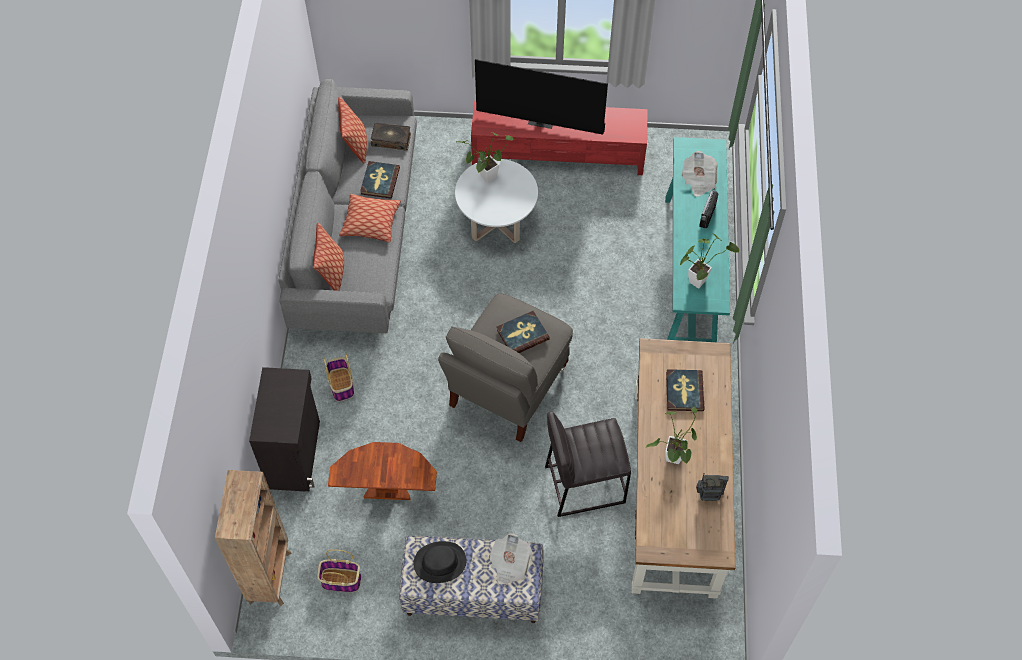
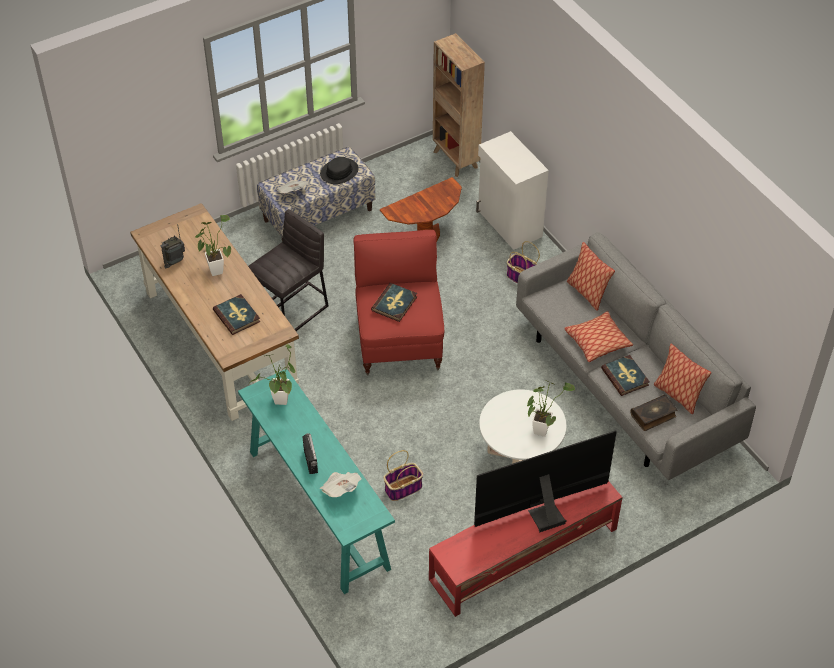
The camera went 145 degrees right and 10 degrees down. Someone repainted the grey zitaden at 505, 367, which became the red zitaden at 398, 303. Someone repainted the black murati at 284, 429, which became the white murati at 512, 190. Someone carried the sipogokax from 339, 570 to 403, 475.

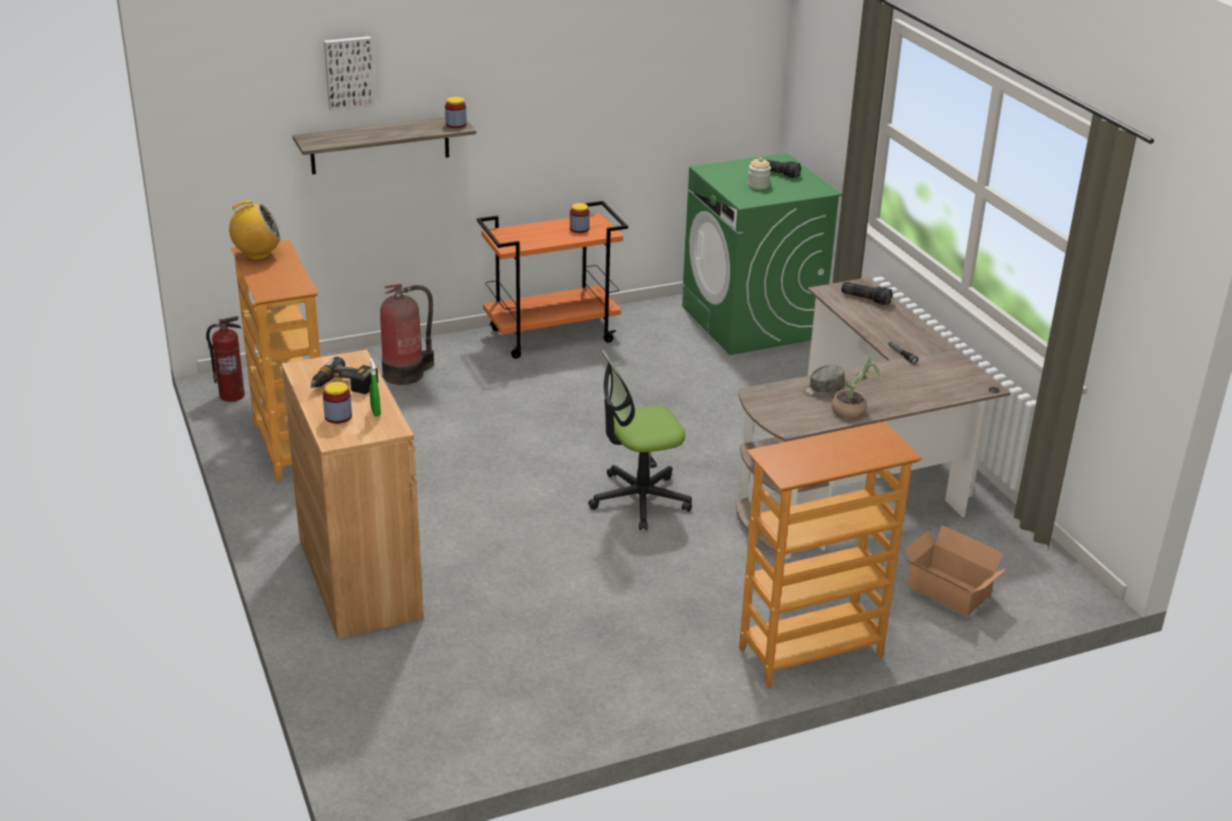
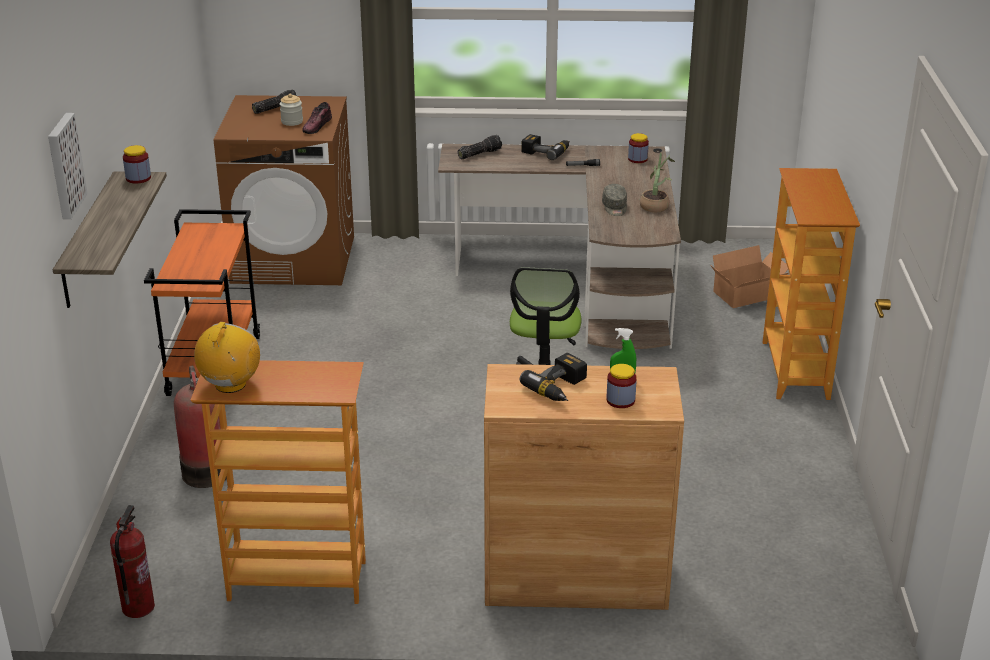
The camera went 65 degrees left and 0 degrees up. Someone repainted the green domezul at 762, 254, which became the brown domezul at 284, 190. Someone carried the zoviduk from 580, 218 to 638, 148. Someone put down the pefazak at 317, 118. Someone put down the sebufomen at 545, 147.

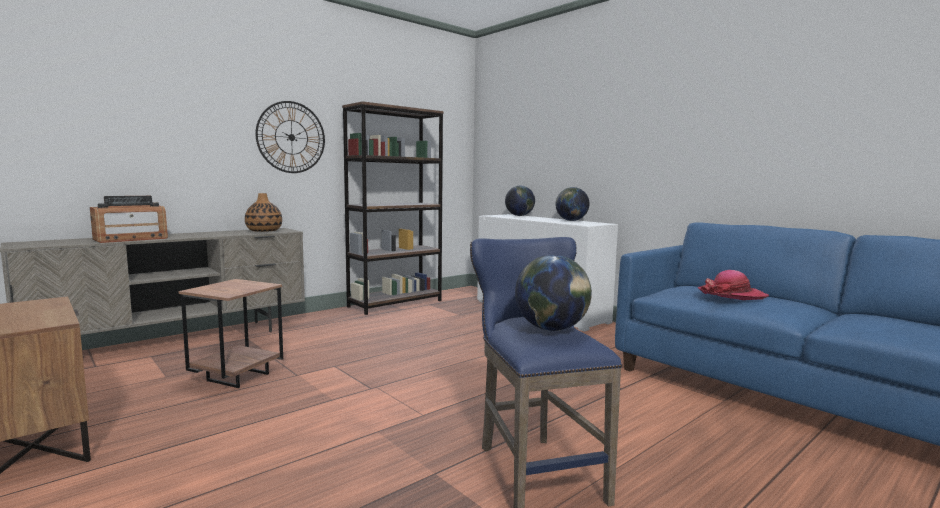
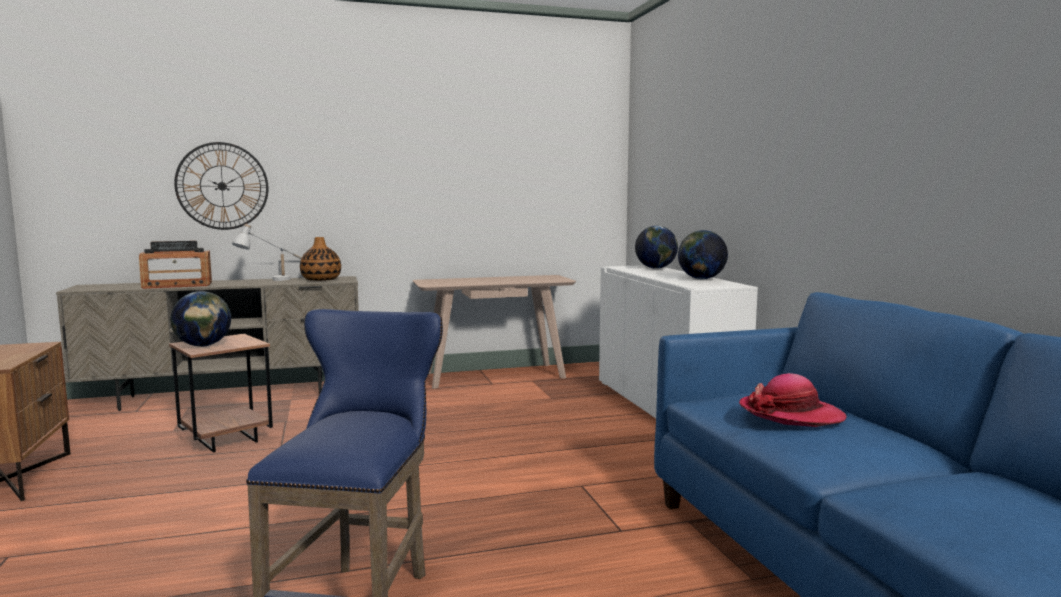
The camera went 25 degrees right and 0 degrees up. Someone carried the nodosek from 290, 137 to 221, 186. Someone swapped the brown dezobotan at 393, 208 for the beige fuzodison at 494, 332. Someone carried the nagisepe from 553, 293 to 200, 319. Someone put down the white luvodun at 267, 252.

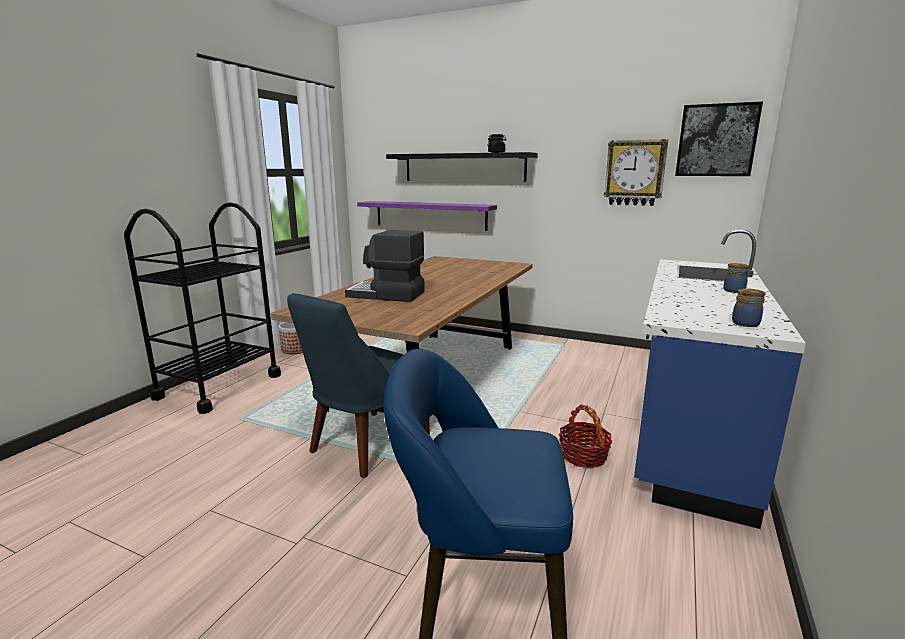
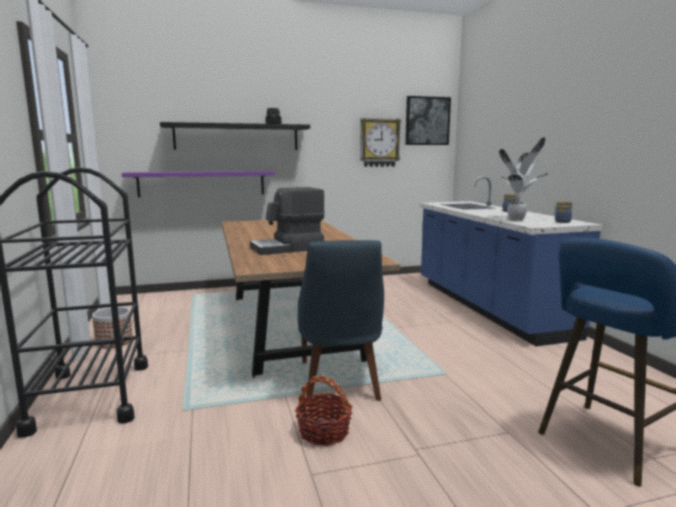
The camera went 40 degrees left and 5 degrees down. Someone carried the sipogokax from 585, 436 to 324, 411. Someone put down the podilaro at 524, 179.

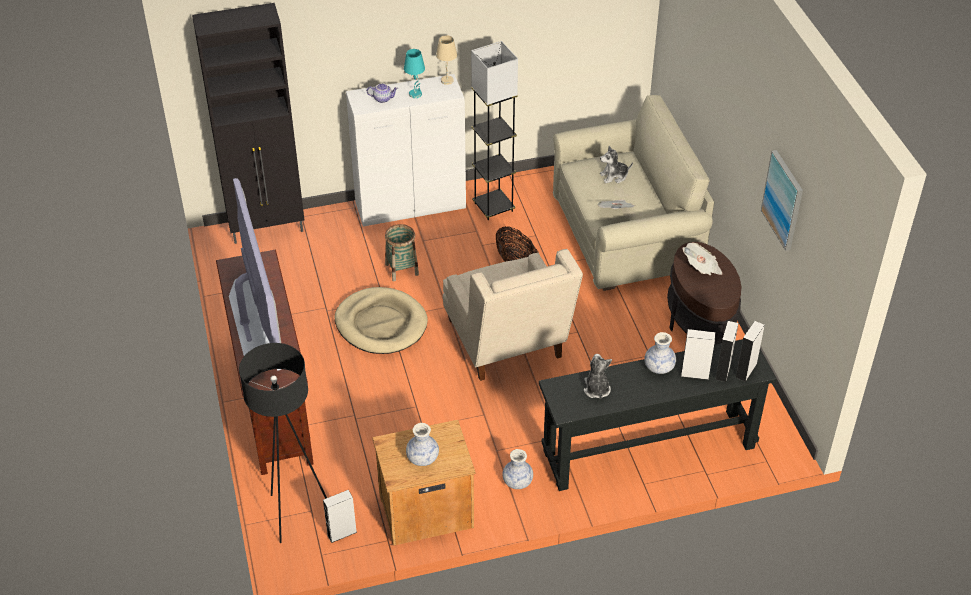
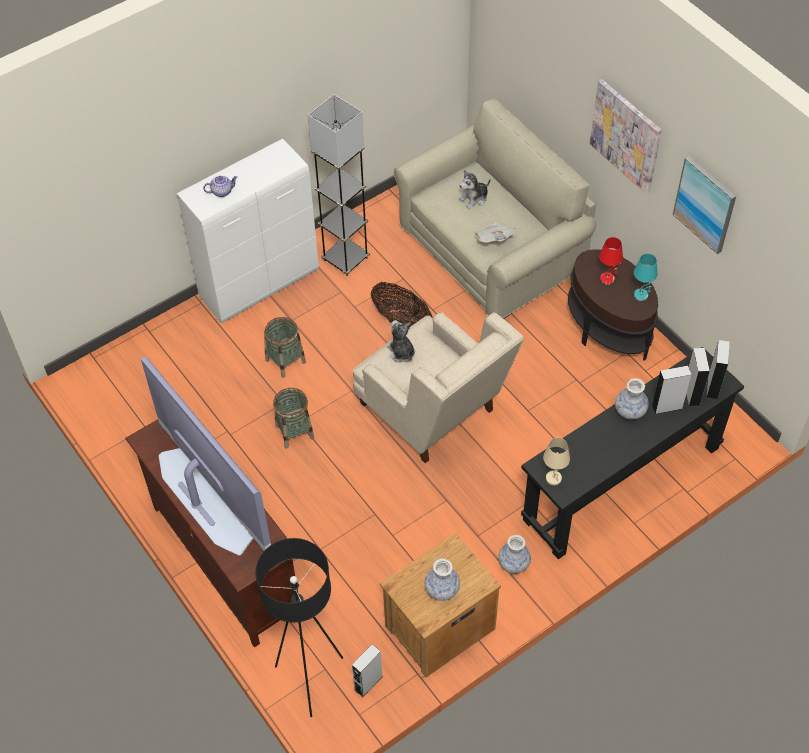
The camera went 20 degrees left and 10 degrees up. Someone took away the black murati at 248, 123. Someone carried the beige luvodun from 446, 60 to 556, 461. Someone carried the turquoise luvodun from 414, 73 to 645, 277. Someone swapped the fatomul at 702, 259 for the red luvodun at 611, 261. Someone swapped the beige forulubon at 381, 320 for the sipogokax at 293, 418. Someone carried the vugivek from 598, 376 to 401, 341. Someone put up the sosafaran at 626, 136.

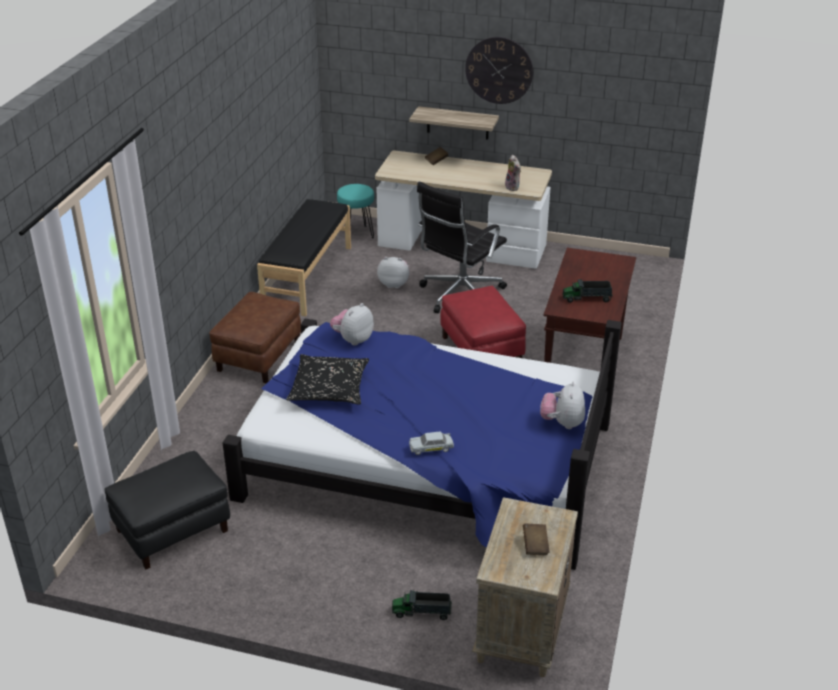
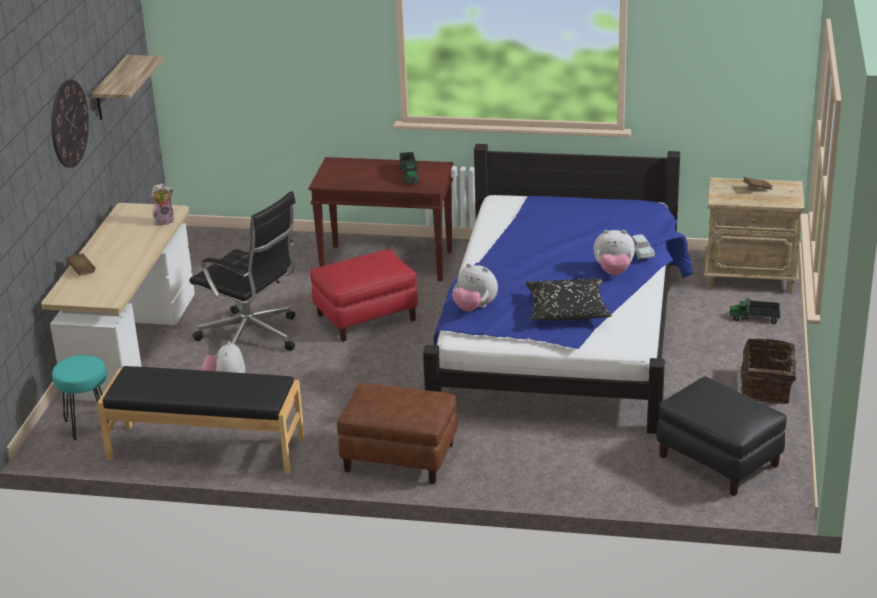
The camera went 95 degrees left and 5 degrees down. Someone carried the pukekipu from 454, 123 to 127, 87. Someone carried the vugivek from 562, 405 to 614, 252. Someone rotated the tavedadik at 422, 605 by 105 degrees clockwise. Someone put down the sipogokax at 774, 371.

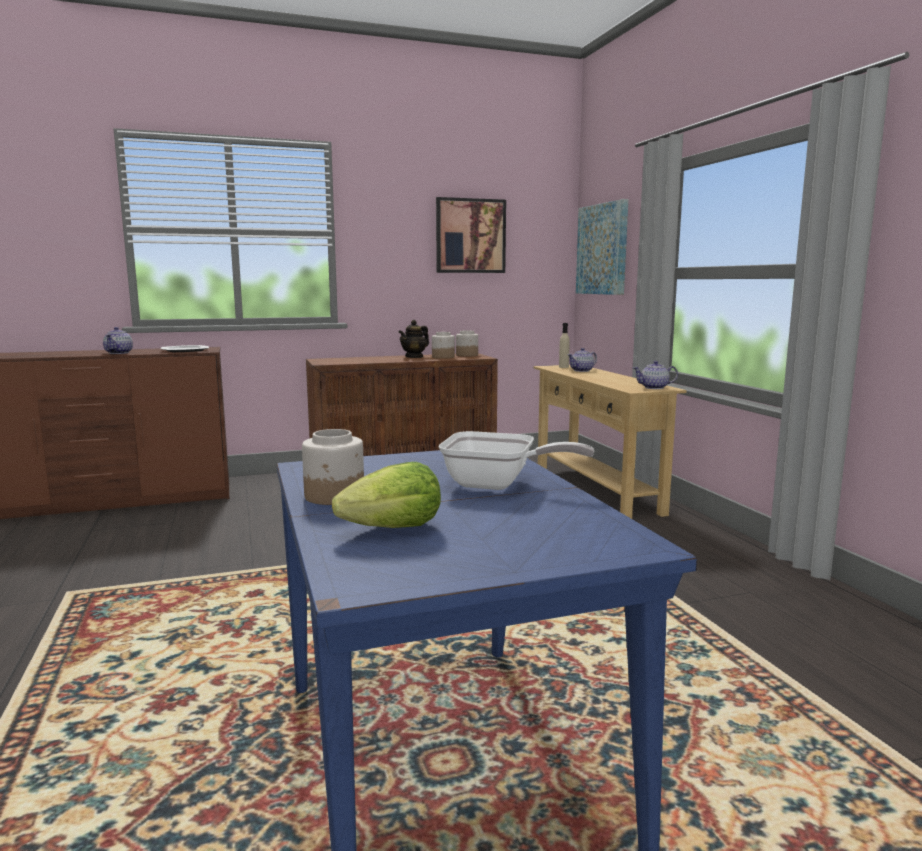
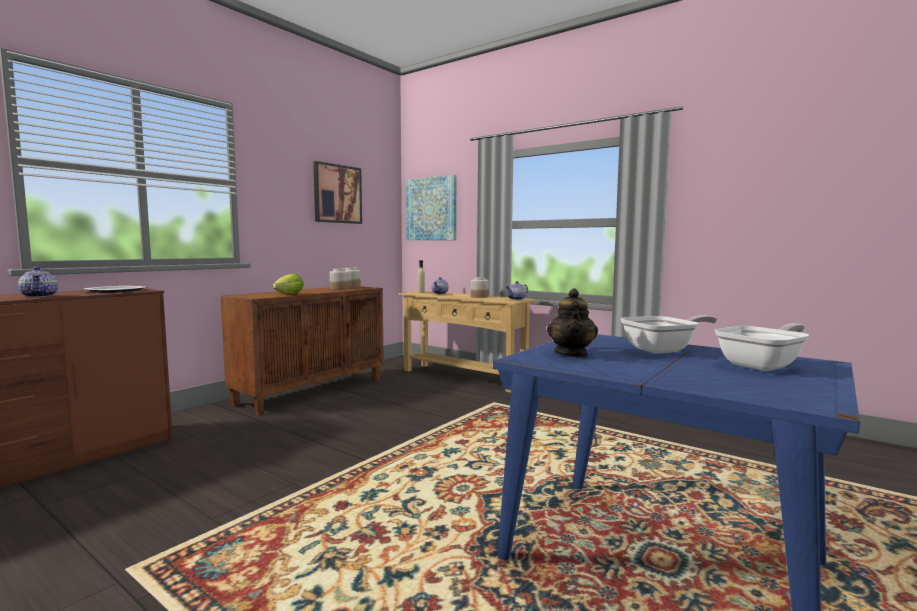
The camera went 35 degrees left and 5 degrees down. Someone carried the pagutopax from 414, 339 to 572, 323. Someone carried the zoviduk from 333, 467 to 480, 287. Someone carried the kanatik from 386, 495 to 288, 284. Someone put down the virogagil at 762, 347.

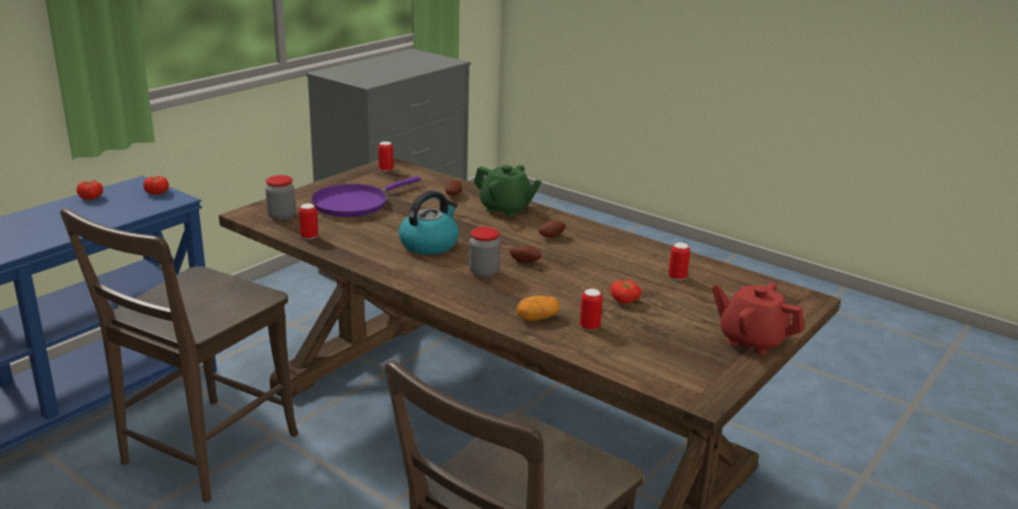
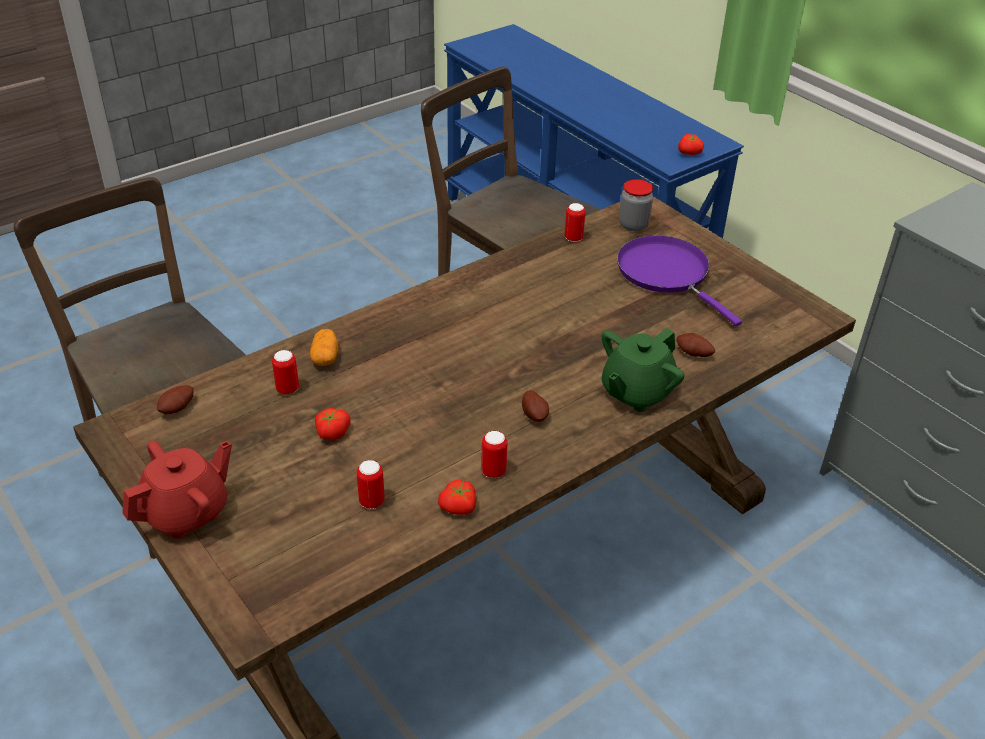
The camera went 105 degrees right and 15 degrees up. Someone carried the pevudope from 385, 156 to 494, 454. Someone carried the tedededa from 90, 190 to 457, 497. Someone took away the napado at 429, 223. Someone took away the zoviduk at 485, 252. Someone carried the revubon from 525, 254 to 175, 399.

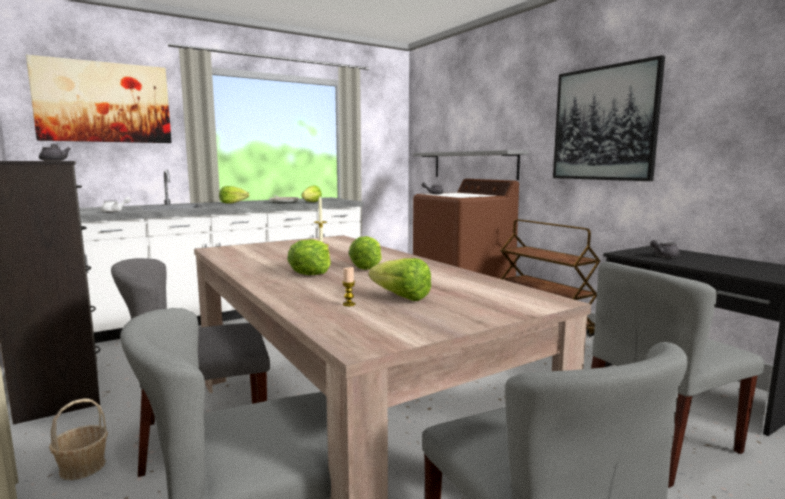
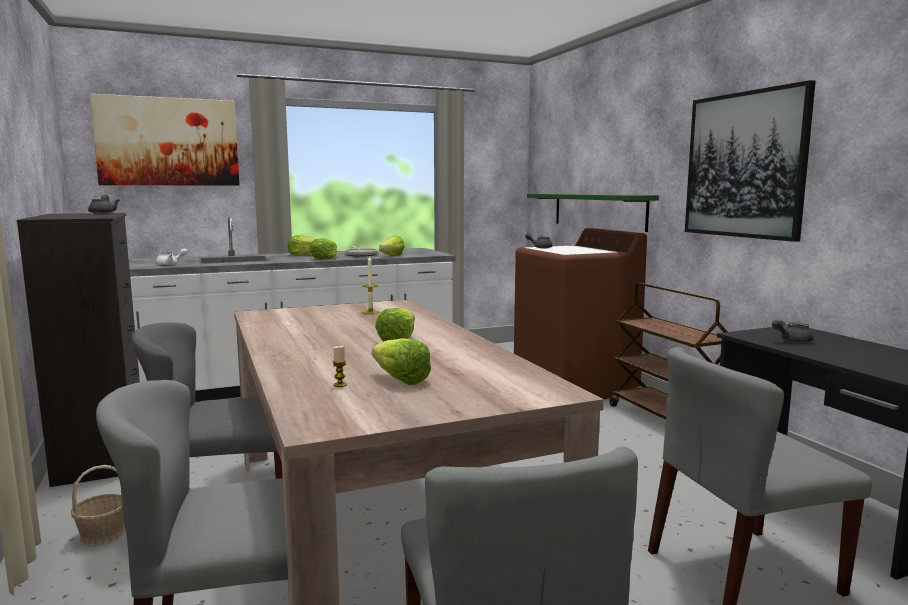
The camera went 10 degrees right and 0 degrees up. Someone repainted the grey pukekipu at 470, 165, which became the green pukekipu at 593, 213. Someone carried the kanatik from 309, 257 to 323, 249.

